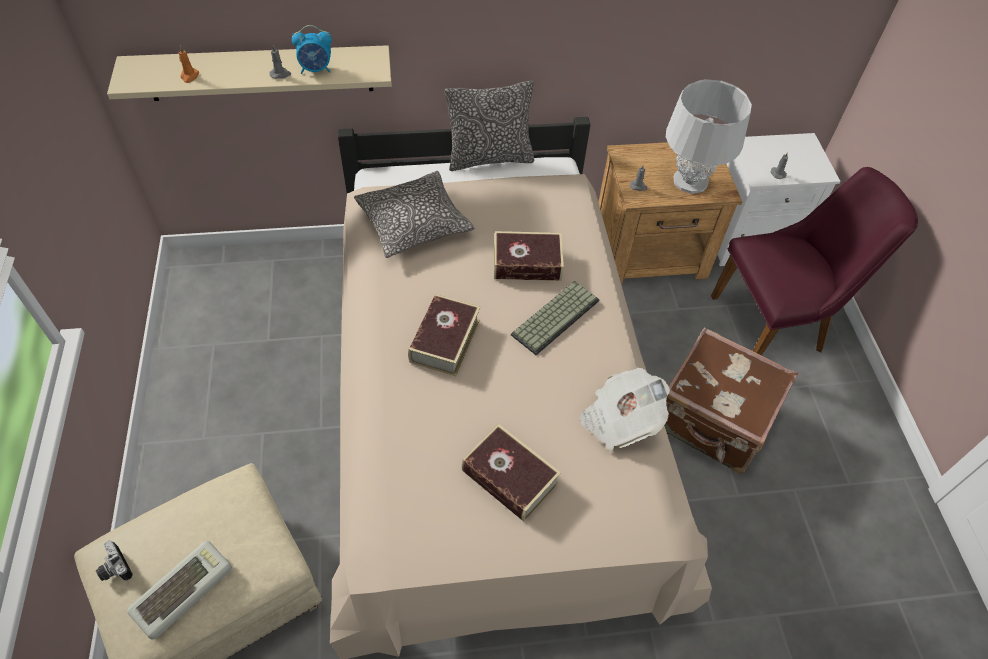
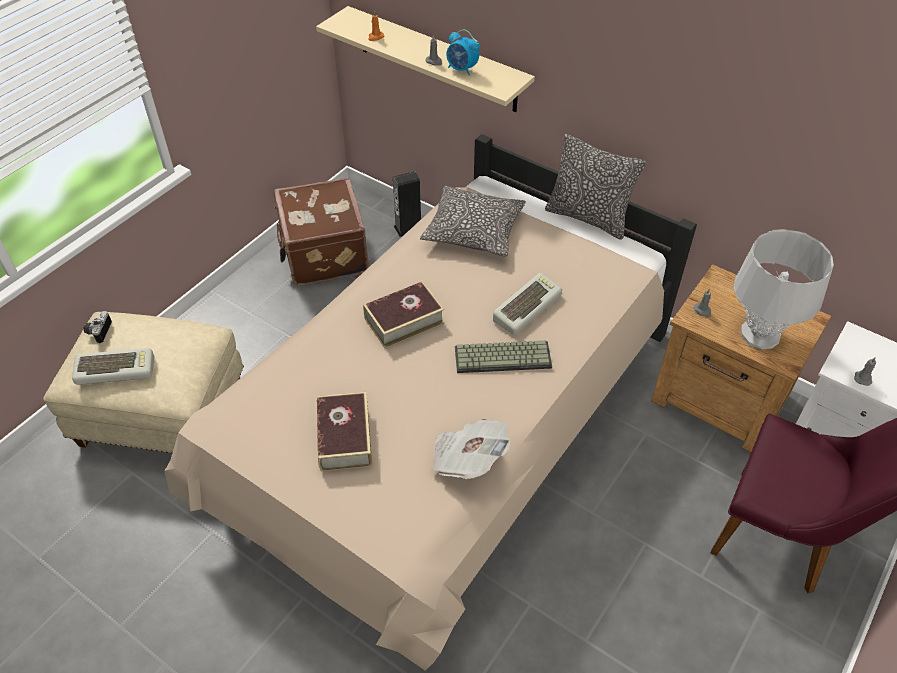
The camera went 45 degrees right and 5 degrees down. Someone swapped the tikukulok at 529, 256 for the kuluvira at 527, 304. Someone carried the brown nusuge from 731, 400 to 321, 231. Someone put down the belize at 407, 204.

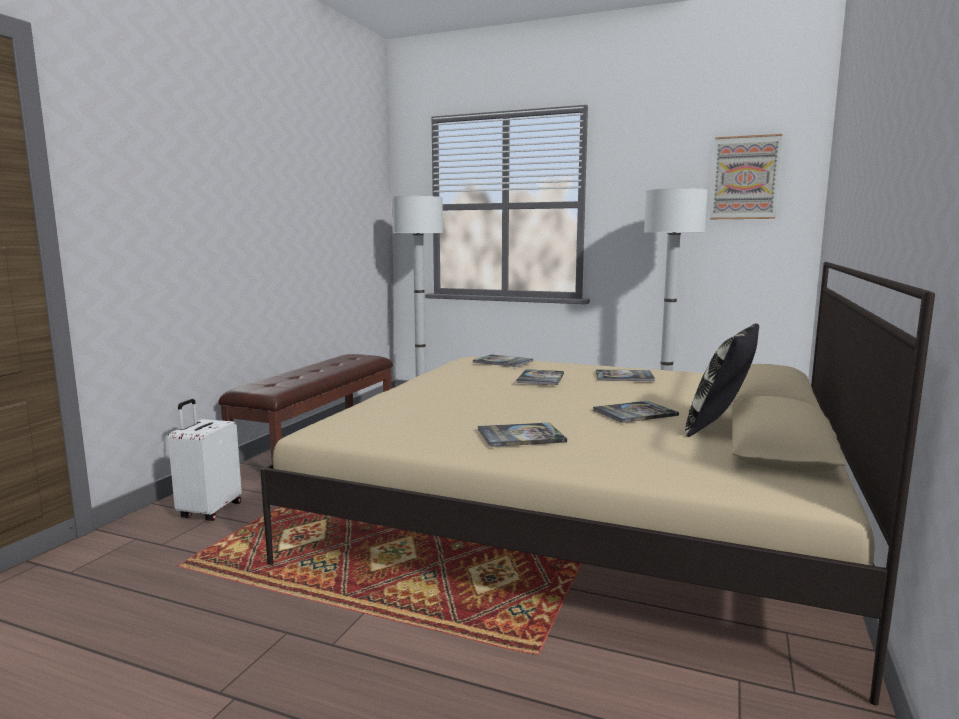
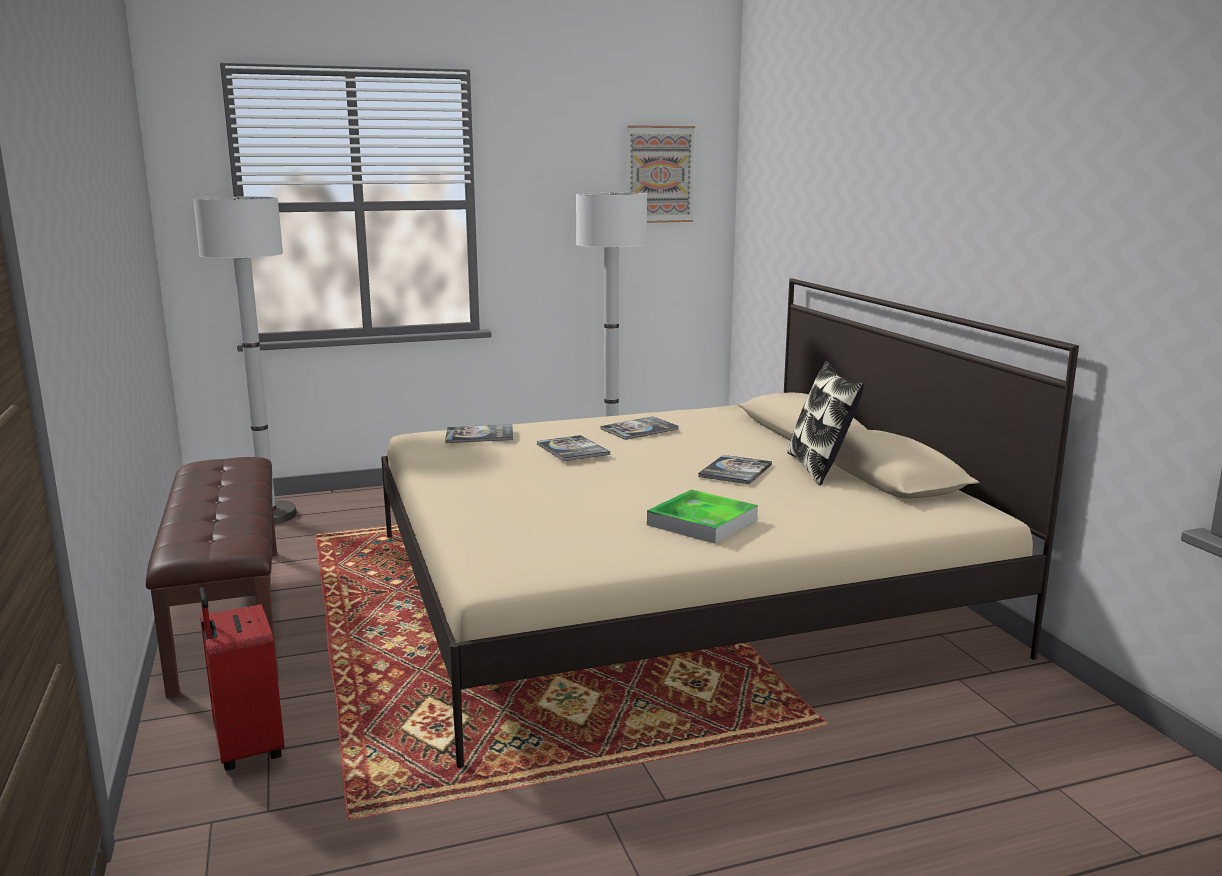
The camera went 40 degrees left and 5 degrees up. Someone repainted the white nusuge at 205, 460, which became the red nusuge at 242, 679. Someone swapped the tikukulok at 522, 435 for the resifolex at 702, 516.

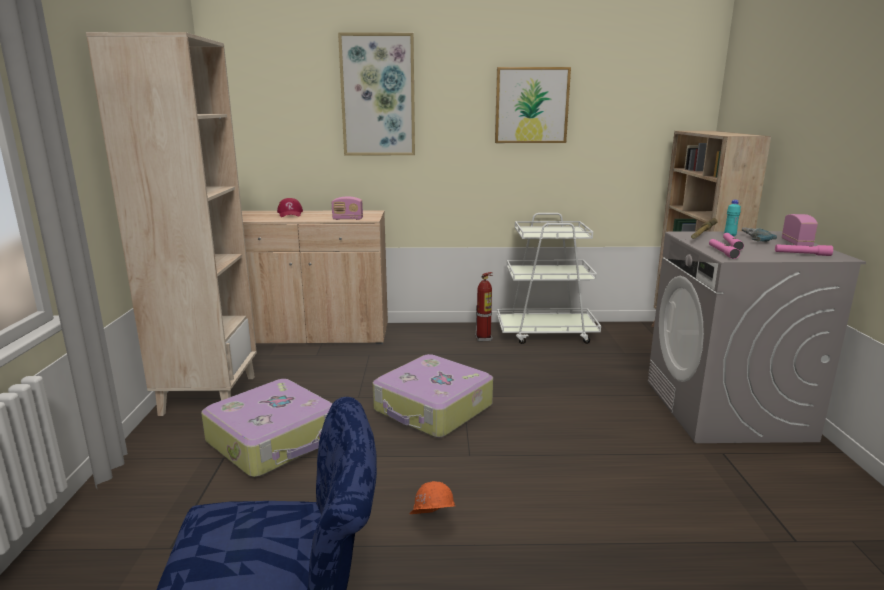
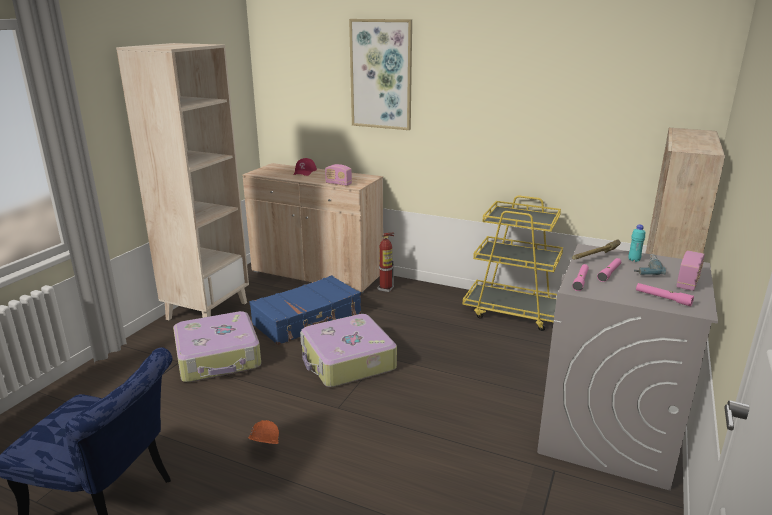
The camera went 25 degrees right and 5 degrees up. Someone took away the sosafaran at 533, 105. Someone repainted the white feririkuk at 549, 278, which became the yellow feririkuk at 513, 263. Someone carried the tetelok from 484, 307 to 386, 262. Someone put down the blue nusuge at 305, 310.

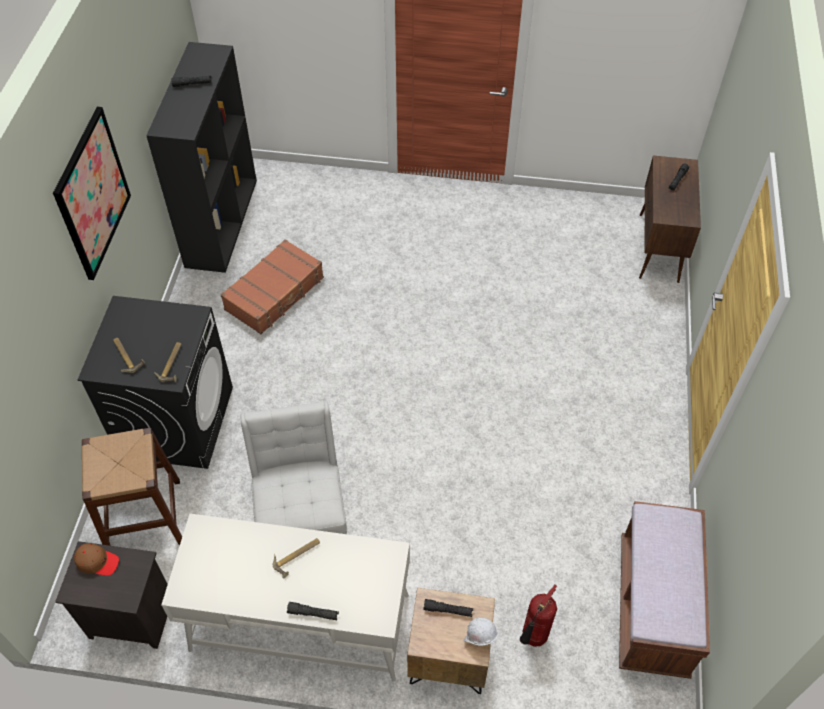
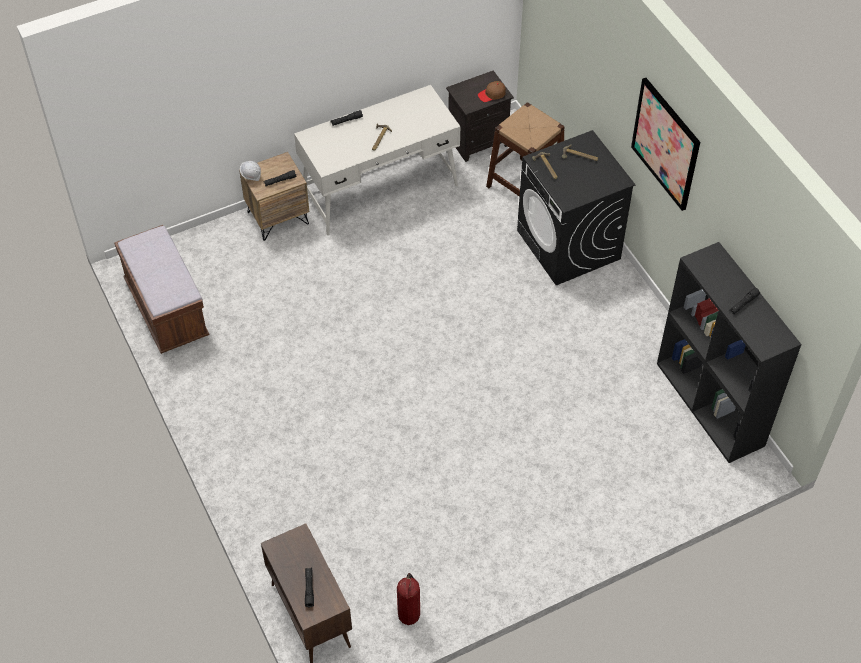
The camera went 145 degrees right and 0 degrees up. Someone took away the brown nusuge at 272, 286. Someone took away the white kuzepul at 293, 467. Someone carried the tetelok from 538, 616 to 408, 599.

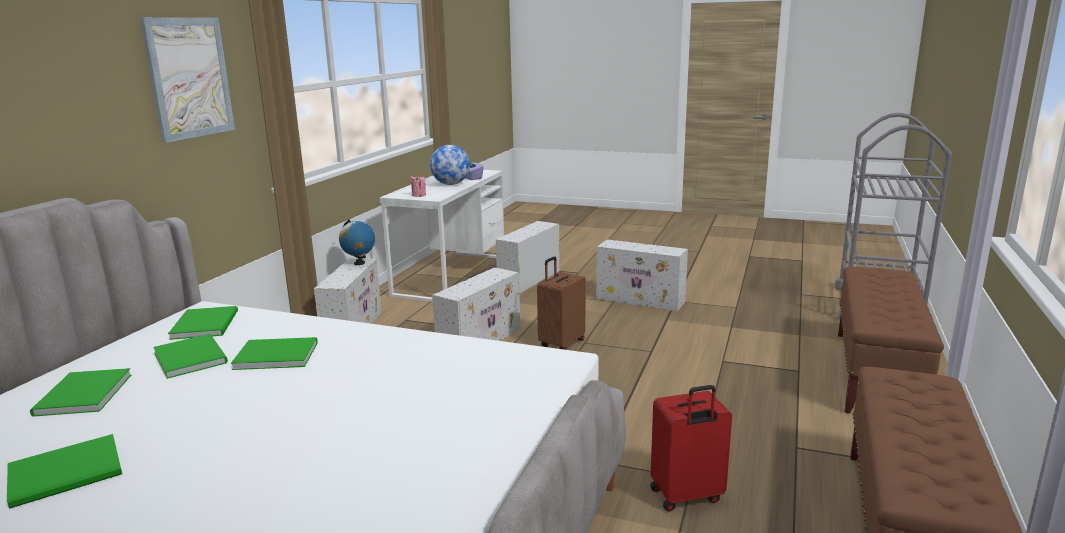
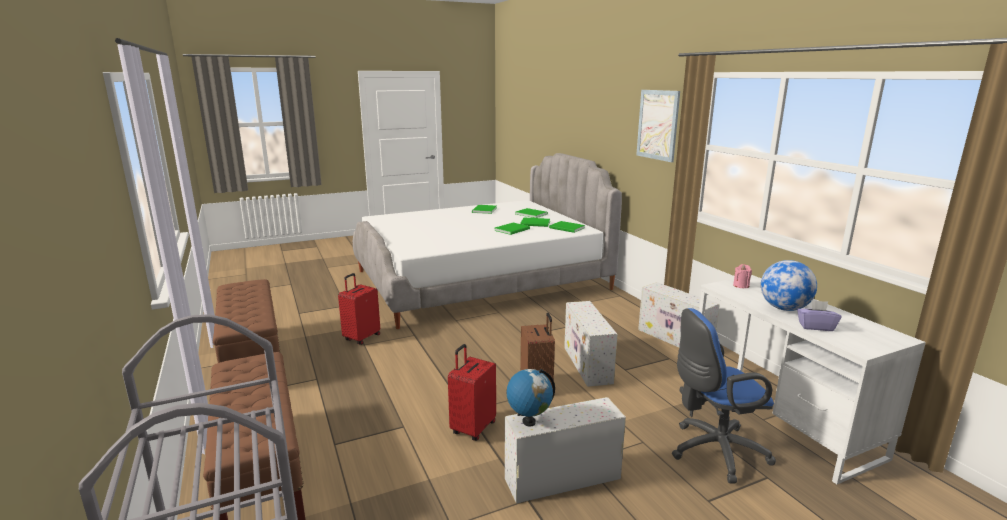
The camera went 135 degrees right and 0 degrees up. Someone carried the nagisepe from 357, 242 to 530, 398. Someone swapped the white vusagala at 528, 257 for the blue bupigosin at 724, 396. Someone put down the red nusuge at 472, 392.

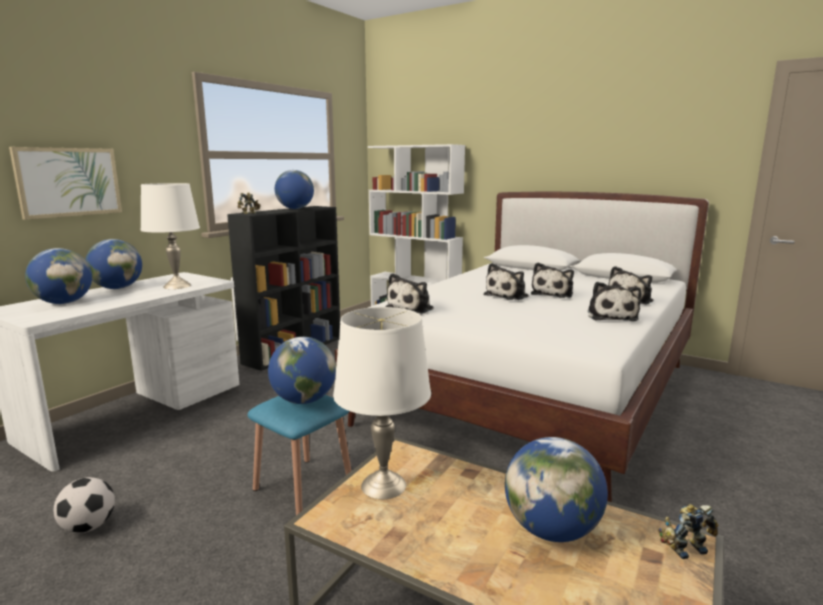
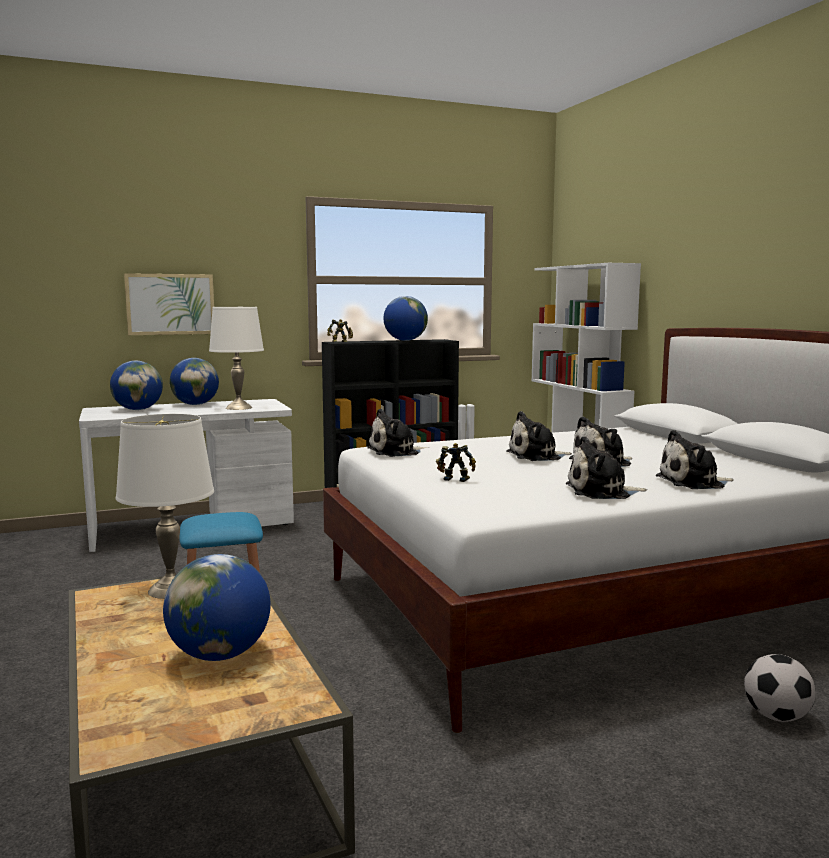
The camera went 35 degrees right and 5 degrees down. Someone rotated the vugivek at 614, 301 by 45 degrees clockwise. Someone took away the nagisepe at 302, 370. Someone carried the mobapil from 84, 505 to 779, 688. Someone carried the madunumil from 688, 531 to 456, 462.

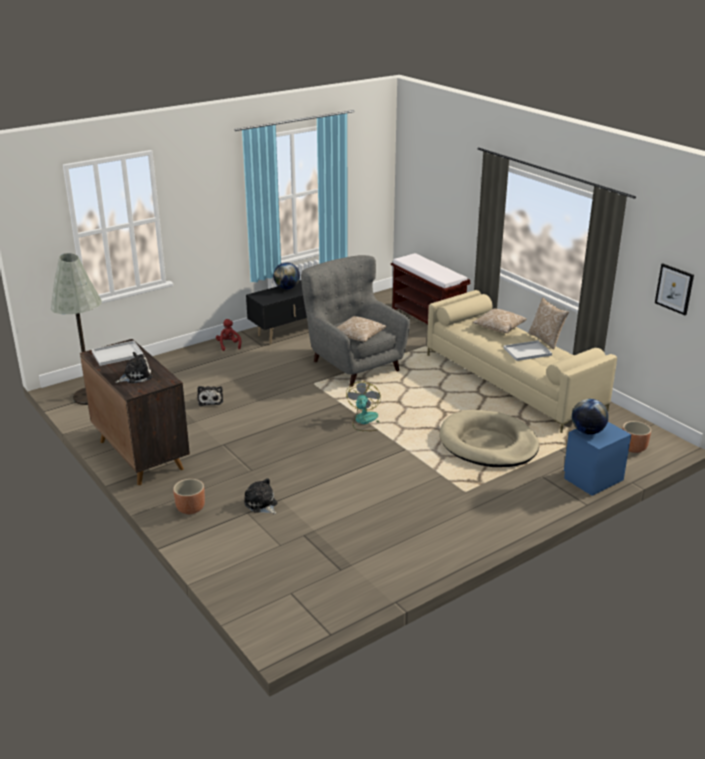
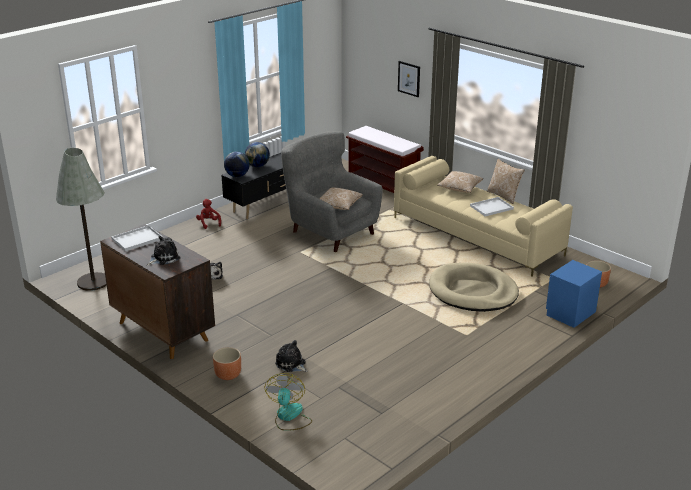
The camera went 10 degrees left and 0 degrees up. Someone carried the sosafaran from 674, 289 to 409, 79. Someone carried the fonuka from 363, 406 to 288, 402. Someone carried the nagisepe from 590, 417 to 237, 164.

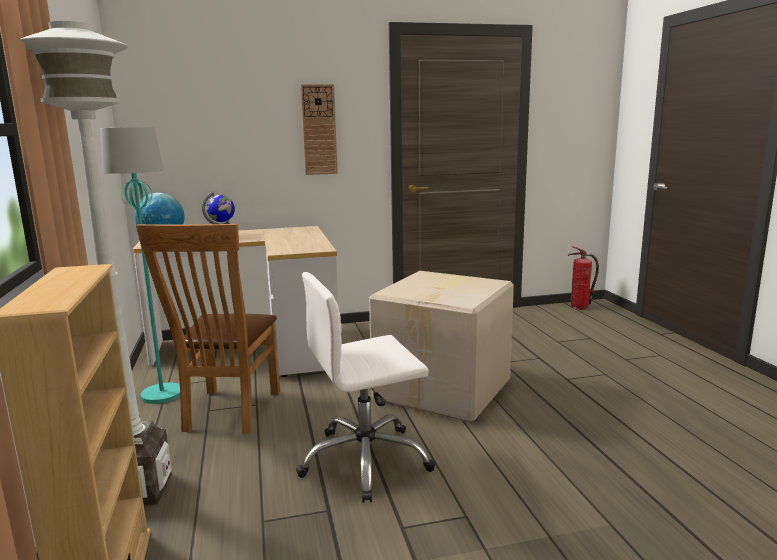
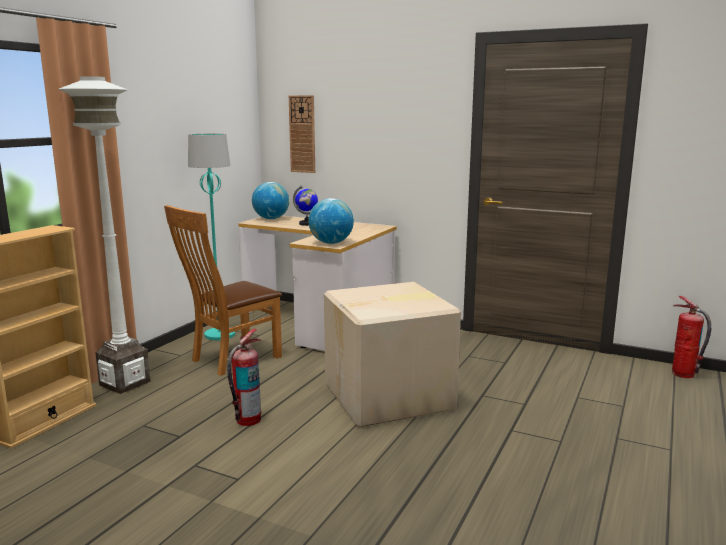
The camera went 40 degrees right and 0 degrees up. Someone carried the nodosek from 319, 129 to 302, 134. Someone swapped the white bupigosin at 366, 387 for the tetelok at 244, 377. Someone put down the nagisepe at 331, 221.

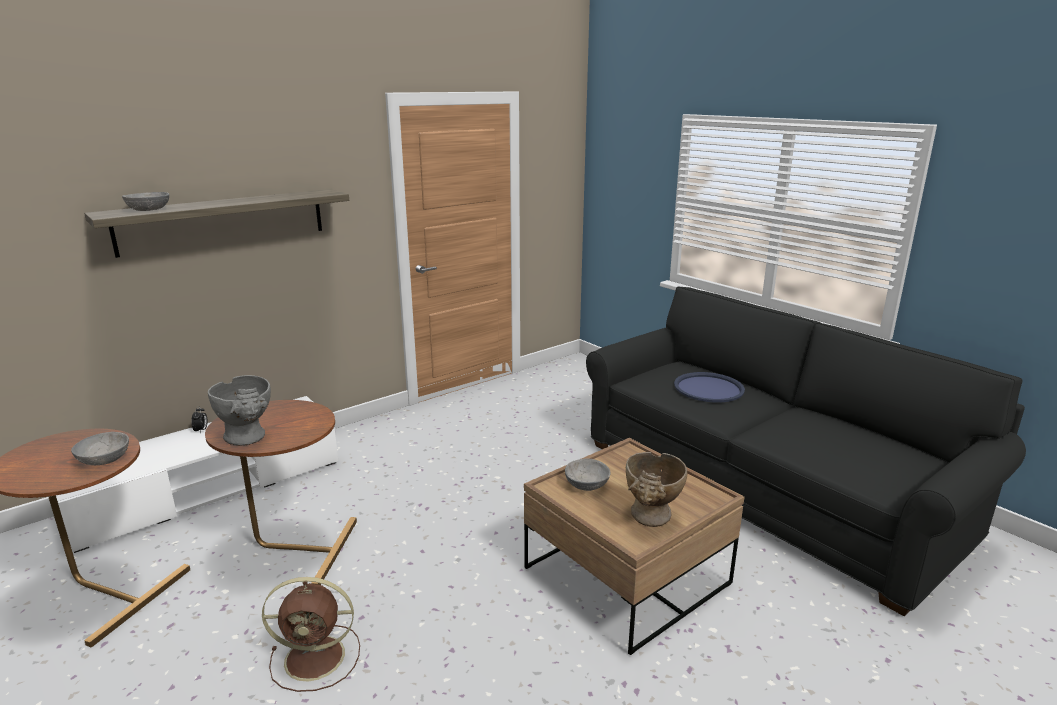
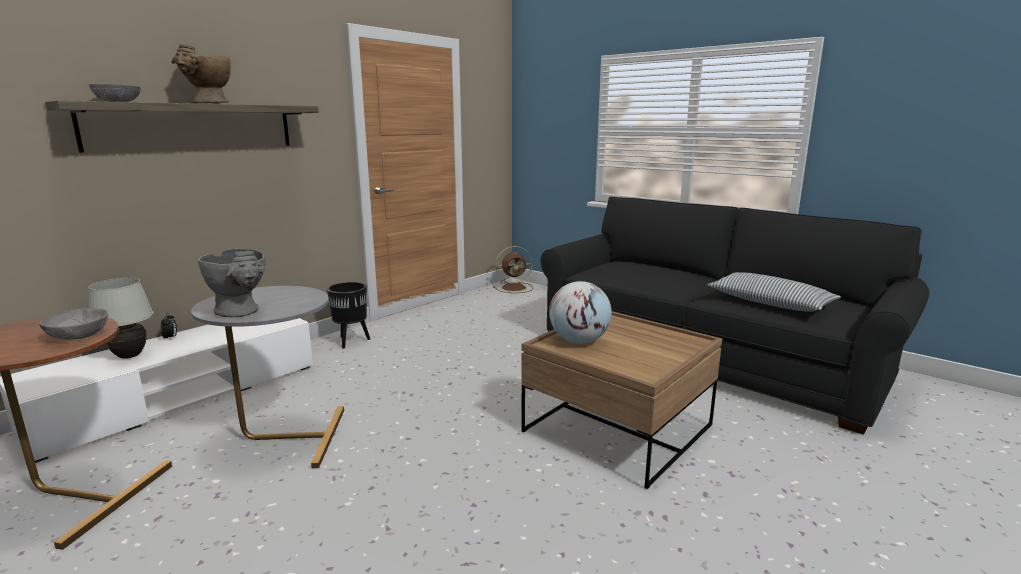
The camera went 10 degrees left and 5 degrees down. Someone took away the blue resifolex at 709, 387. Someone repainted the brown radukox at 281, 492, which became the grey radukox at 267, 377. Someone carried the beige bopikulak from 656, 489 to 201, 73. Someone swapped the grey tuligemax at 588, 474 for the nagisepe at 580, 312. Someone carried the brown fonuka from 311, 634 to 513, 269. Someone put down the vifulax at 774, 292. Someone put down the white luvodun at 121, 318. Someone put down the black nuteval at 348, 315.

